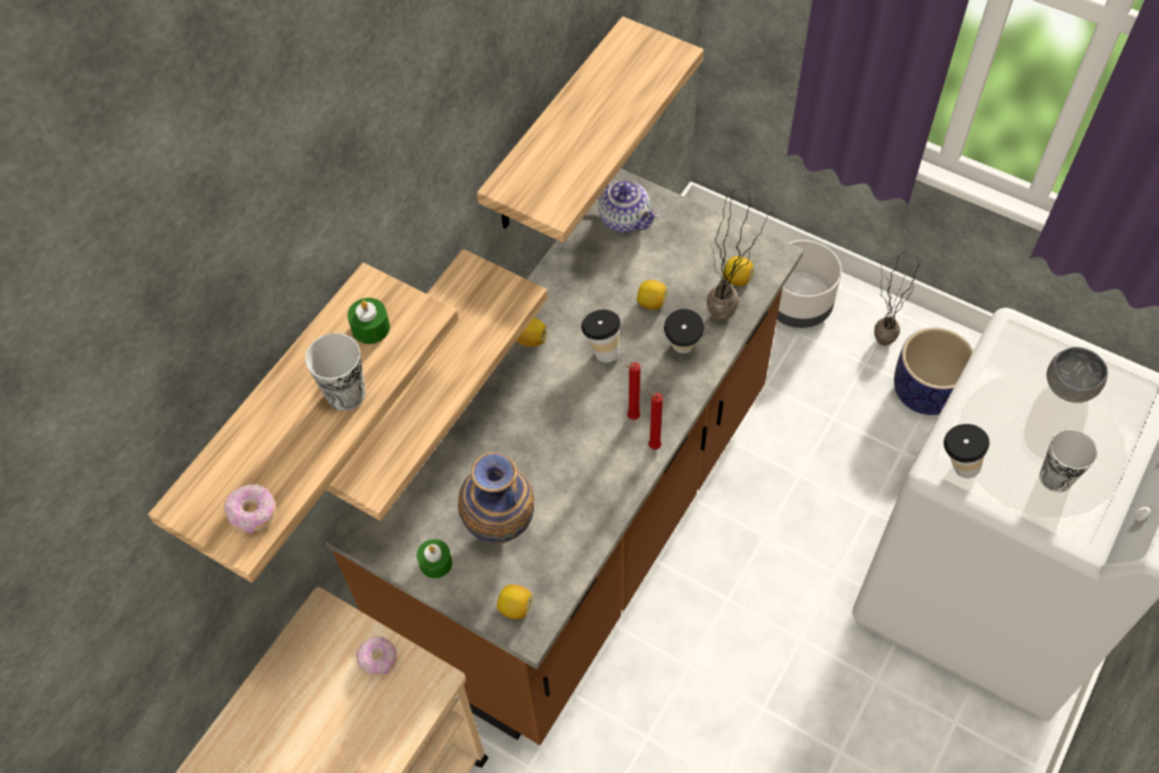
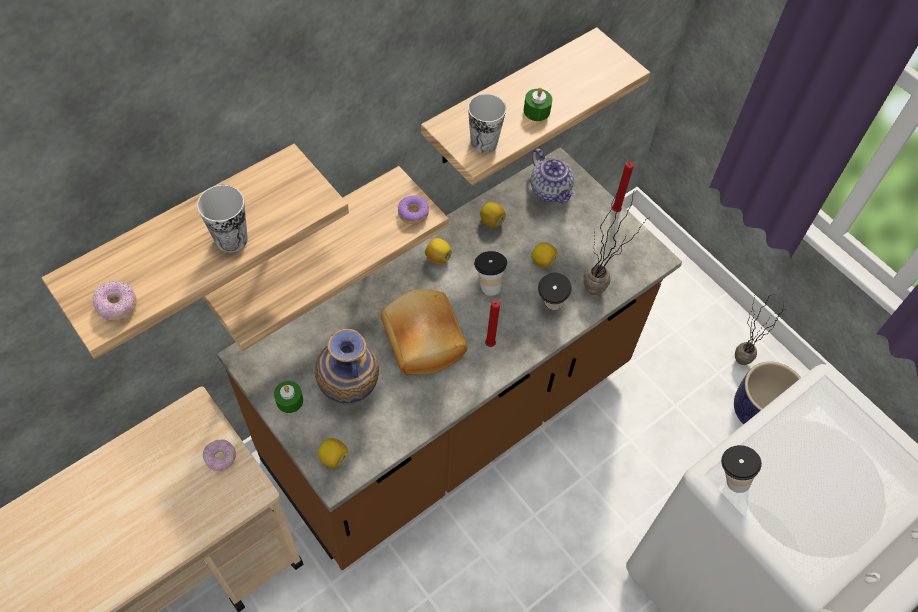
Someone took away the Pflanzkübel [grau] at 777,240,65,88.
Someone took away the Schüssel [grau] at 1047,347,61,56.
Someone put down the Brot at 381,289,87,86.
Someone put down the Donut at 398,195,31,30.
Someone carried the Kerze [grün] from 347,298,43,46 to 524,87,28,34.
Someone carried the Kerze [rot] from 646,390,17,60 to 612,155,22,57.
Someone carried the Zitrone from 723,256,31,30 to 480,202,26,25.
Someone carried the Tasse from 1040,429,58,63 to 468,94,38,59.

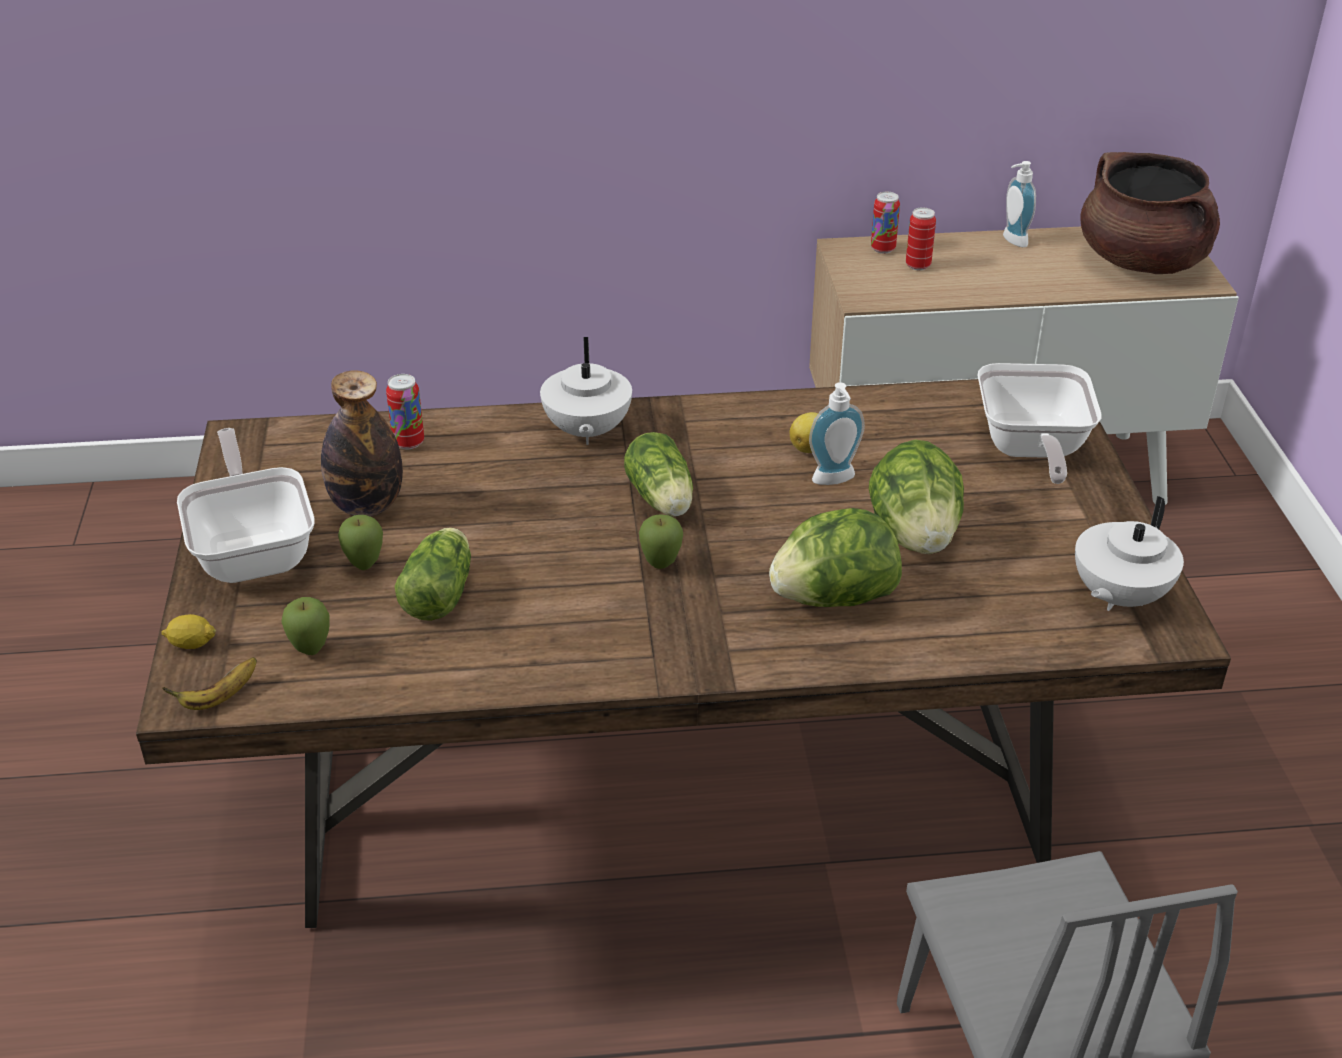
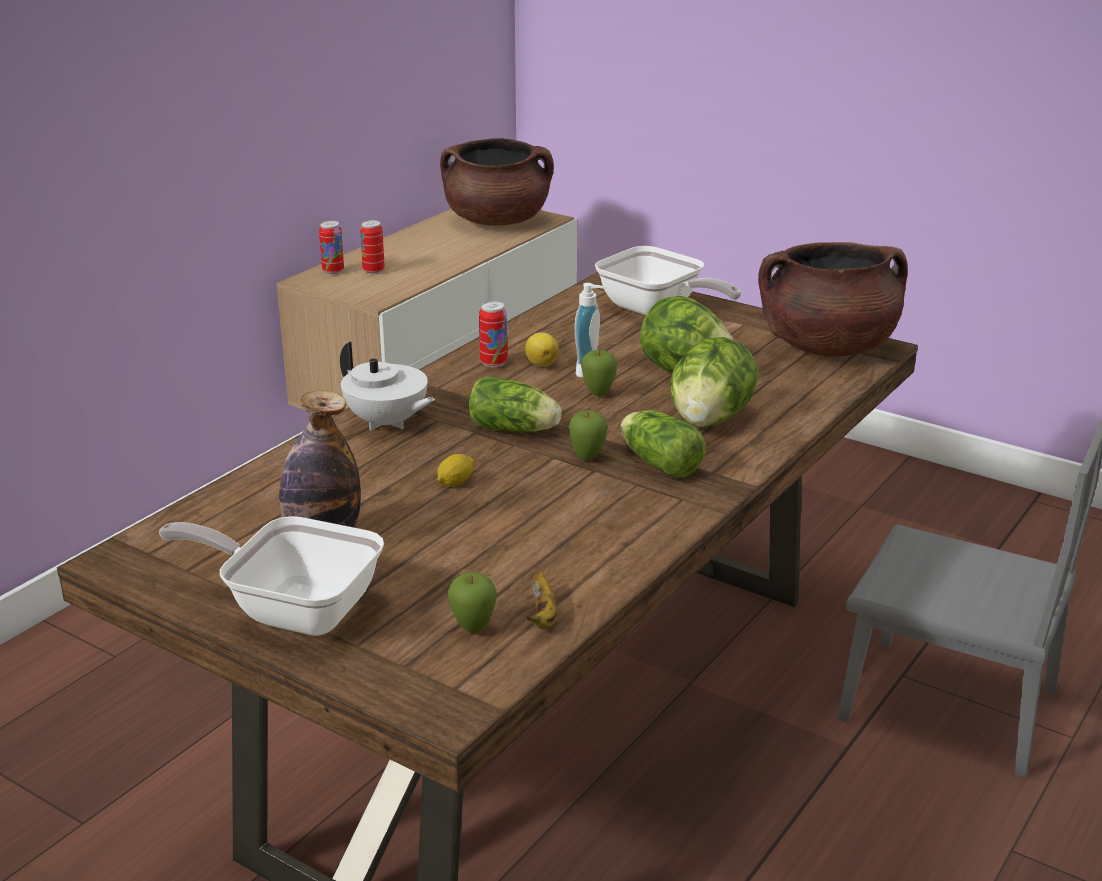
Someone took away the Seifenspender at 1003,161,33,86.
Someone carried the Zitrone from 161,614,55,35 to 437,454,37,33.
Someone carried the Banane from 162,657,95,53 to 527,572,30,57.
Someone carried the Apfel from 338,515,45,55 to 581,350,37,47.
Someone carried the Dose from 386,374,38,75 to 479,301,28,67.
Someone carried the Salatkopf from 394,528,77,93 to 620,410,86,68.
Someone swapped the Teekanne [weiß] at 1075,496,109,115 for the Kochtopf [braun] at 758,242,150,115.

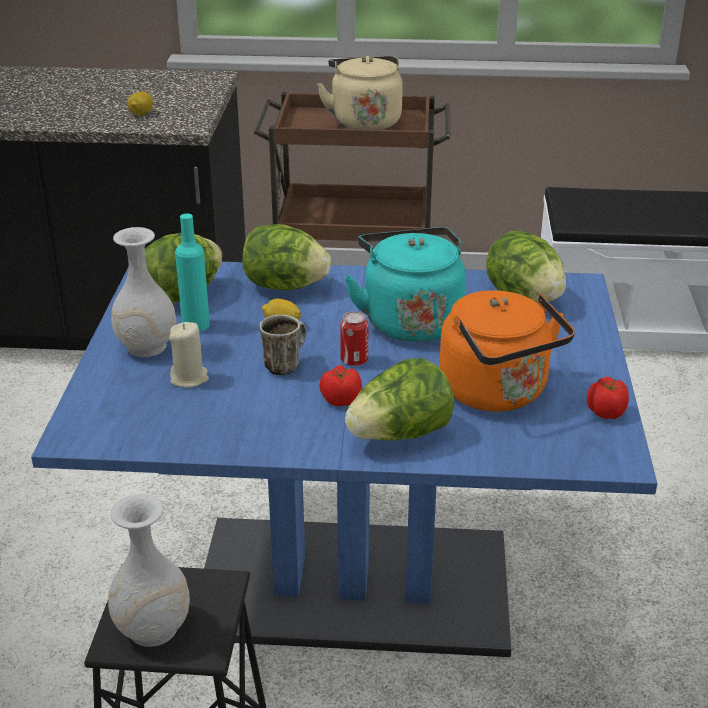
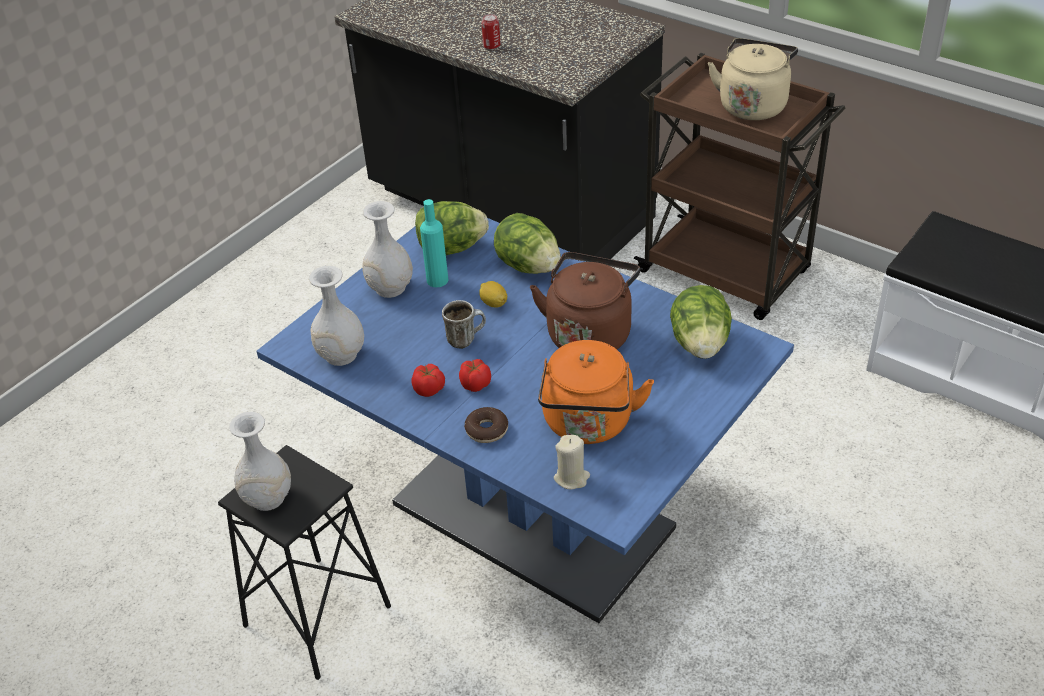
Someone took away the Zitrone at 127,92,26,23.
Someone put down the Vase [weiß] at 309,266,55,100.
Someone carried the Kerze [beige] from 169,322,40,66 to 554,435,36,55.
Someone carried the Dose from 340,312,28,54 to 482,14,18,36.
Someone carried the Tomate from 587,377,42,42 to 411,364,34,33.
Someone swapped the Salatkopf at 345,358,109,82 for the Donut at 464,407,44,36.
Someone repainted the Wasserkessel [türkis] at 345,227,121,115, which became the Wasserkessel [braun] at 530,252,110,97.

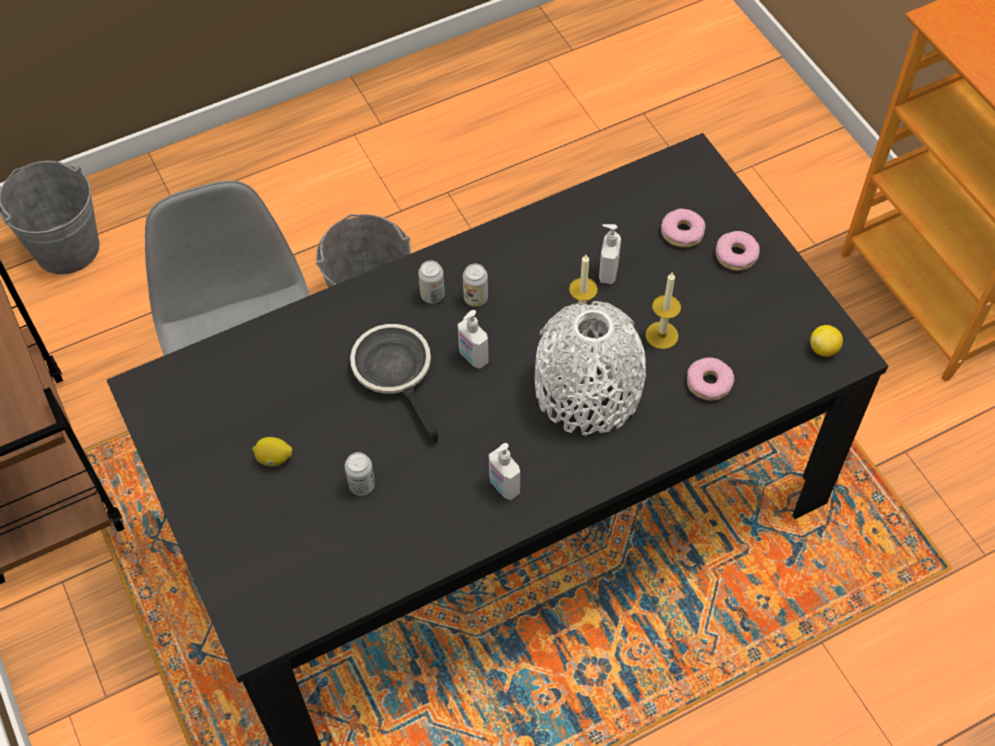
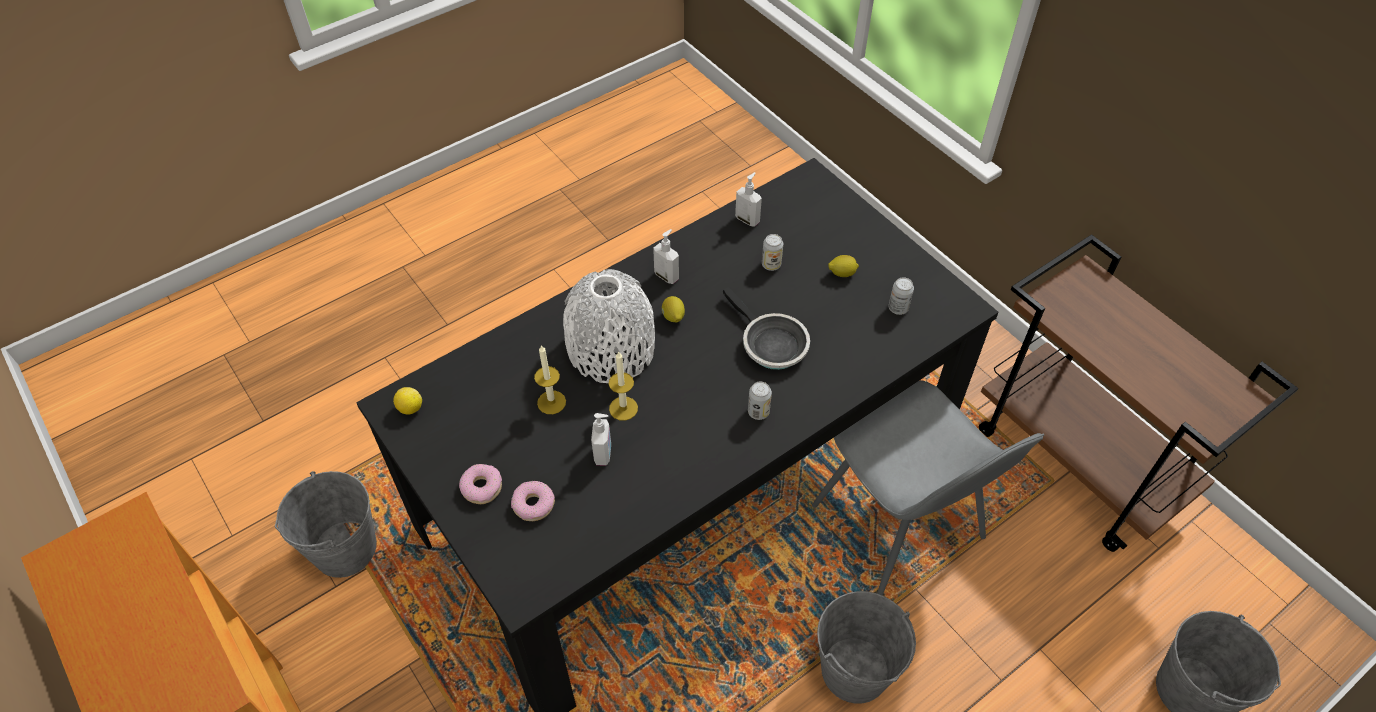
Someone took away the Donut at 687,358,48,43.
Someone put down the Eimer [grau] at 275,471,102,107.
Someone put down the Zitrone at 662,296,23,27.
Someone carried the Seifenspender from 458,310,31,59 to 735,172,27,55.
Someone carried the Dose from 463,264,25,43 to 889,277,25,38.

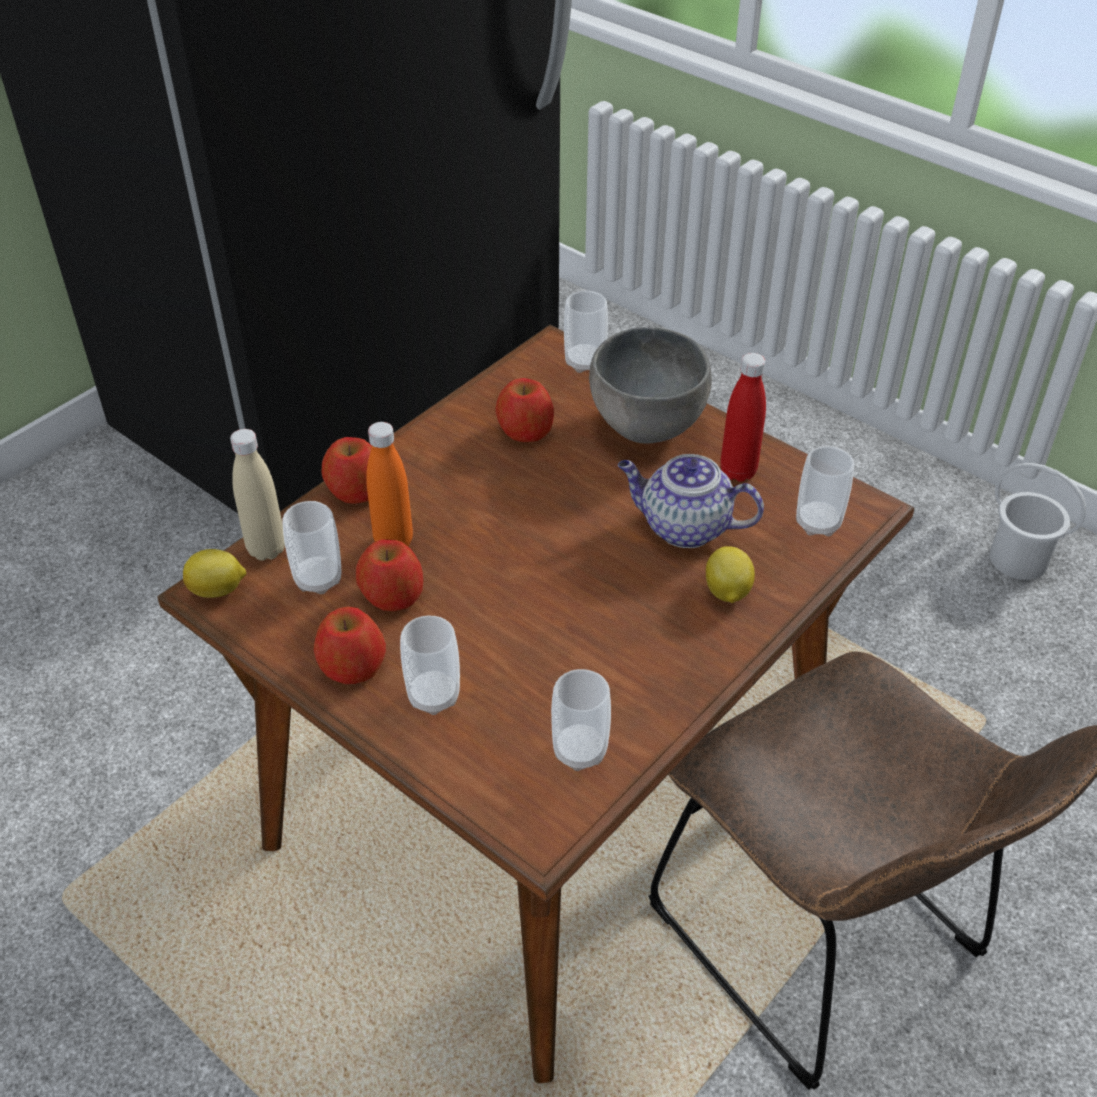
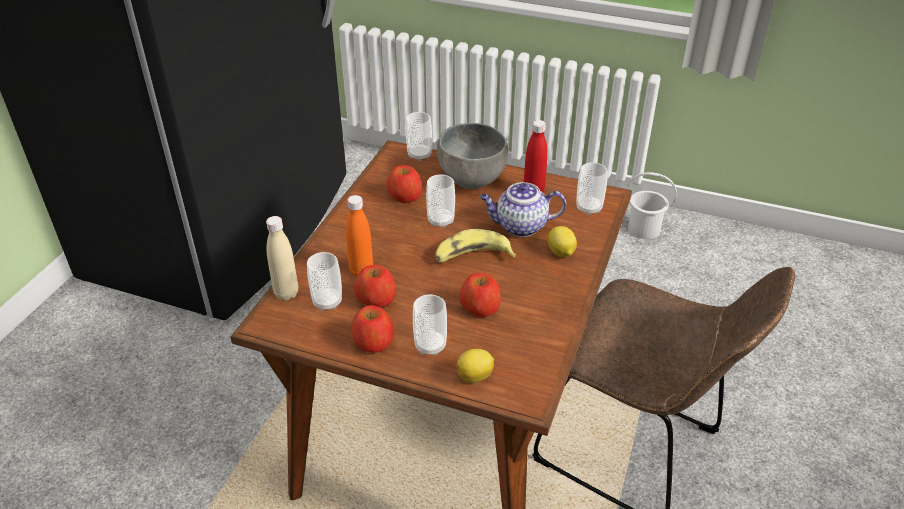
Someone put down the Banane at 435,229,81,34.
Someone carried the Zitrone from 183,549,64,49 to 456,349,38,34.
Someone carried the Apfel from 321,437,51,67 to 459,273,42,44.
Someone carried the Tasse from 551,669,60,102 to 426,174,29,54.

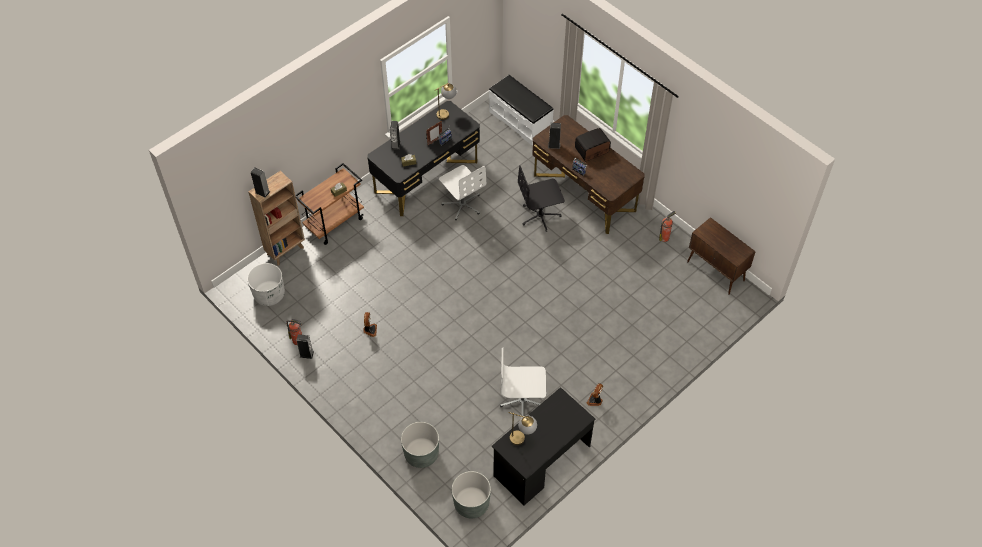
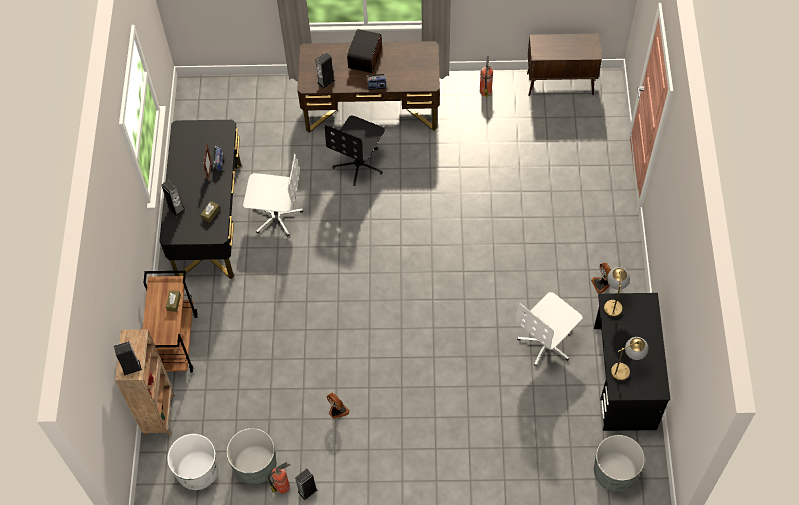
Someone took away the Bank [weiß] at 489,75,65,71.
Someone carried the Pflanzkübel [grau] from 401,422,38,46 to 227,428,49,57.
Someone carried the Tischlampe from 436,83,21,37 to 604,267,26,50.

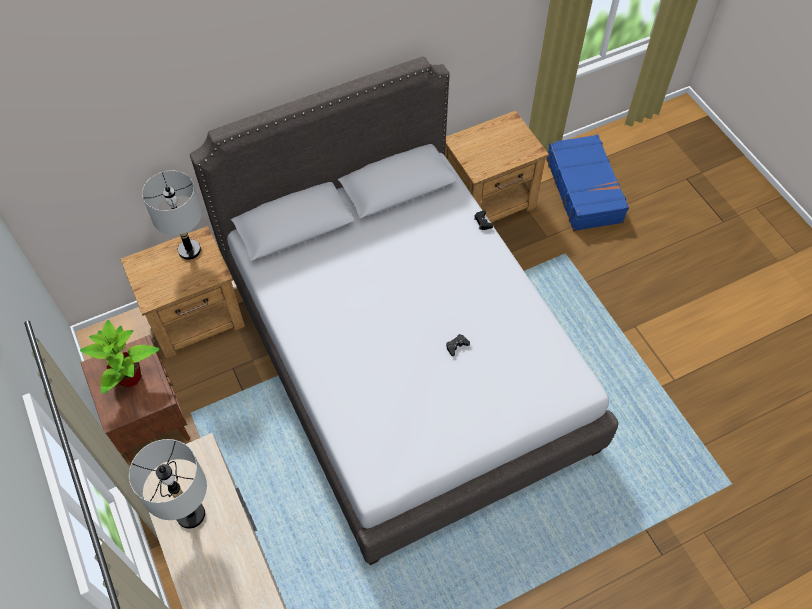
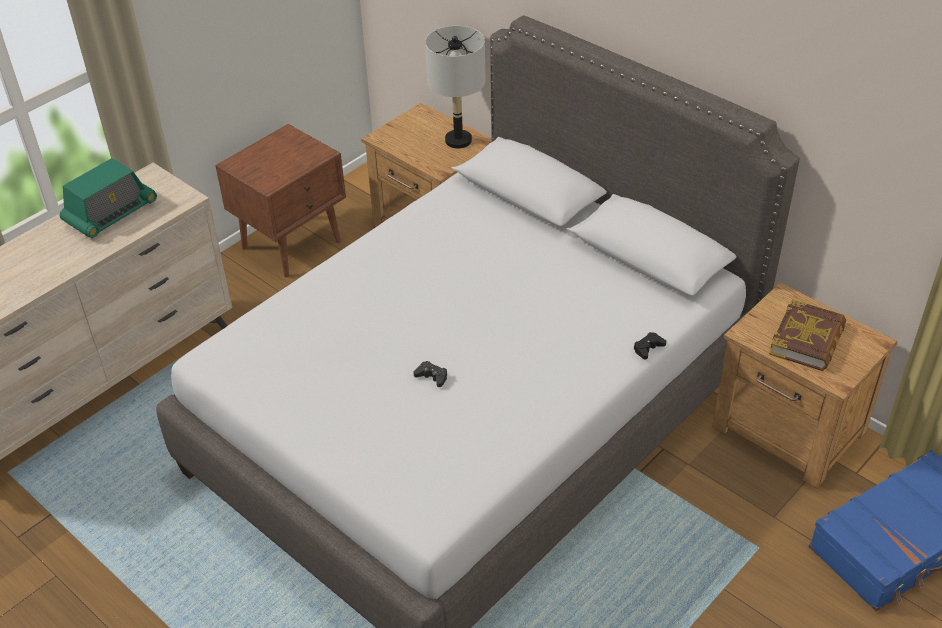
Someone took away the Topfpflanze at 80,320,80,74.
Someone put down the Buch at 769,299,77,72.
Someone swapped the Tischlampe [grau] at 129,439,78,90 for the Radio at 60,158,97,80.

